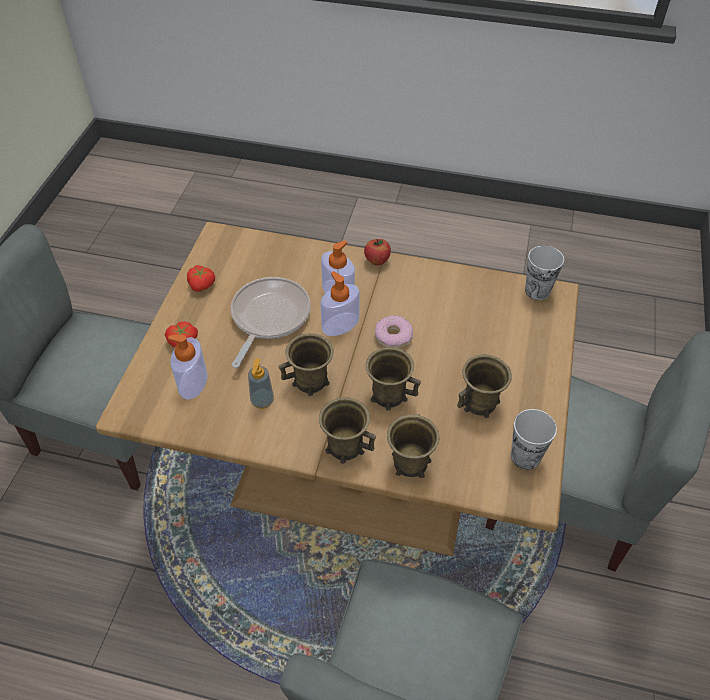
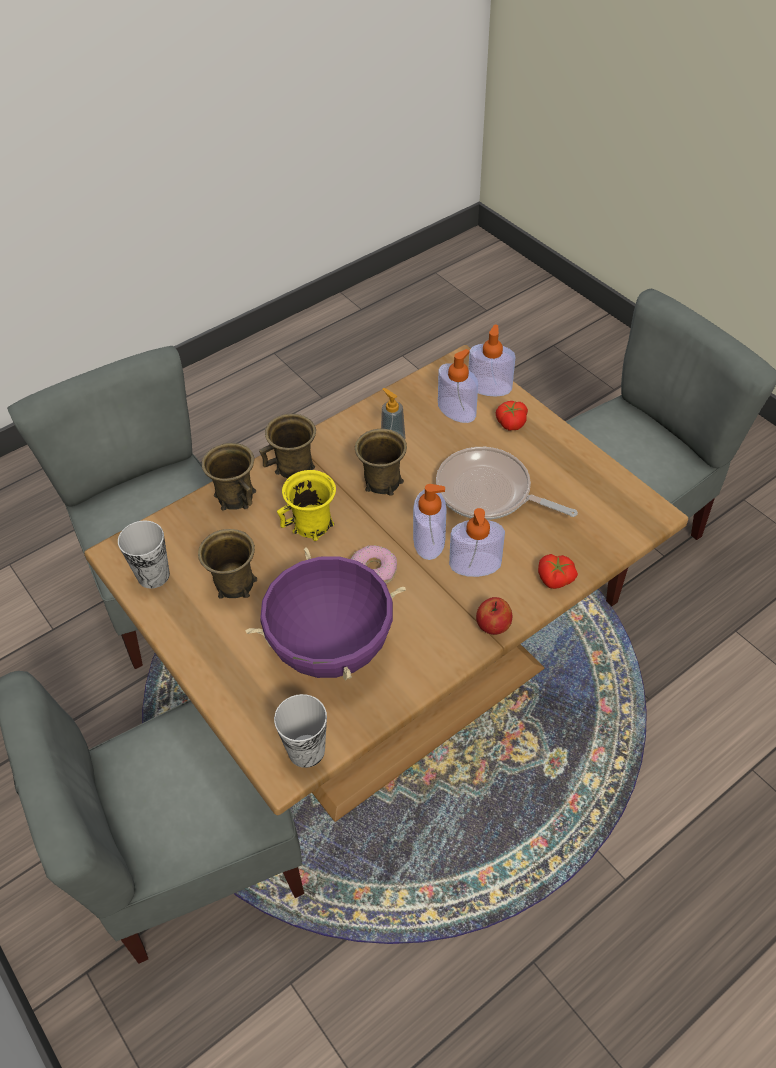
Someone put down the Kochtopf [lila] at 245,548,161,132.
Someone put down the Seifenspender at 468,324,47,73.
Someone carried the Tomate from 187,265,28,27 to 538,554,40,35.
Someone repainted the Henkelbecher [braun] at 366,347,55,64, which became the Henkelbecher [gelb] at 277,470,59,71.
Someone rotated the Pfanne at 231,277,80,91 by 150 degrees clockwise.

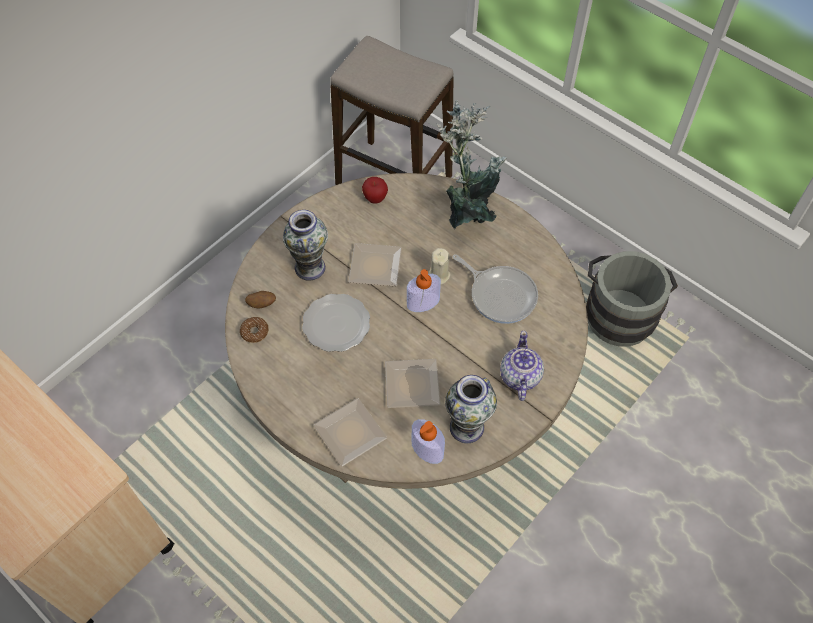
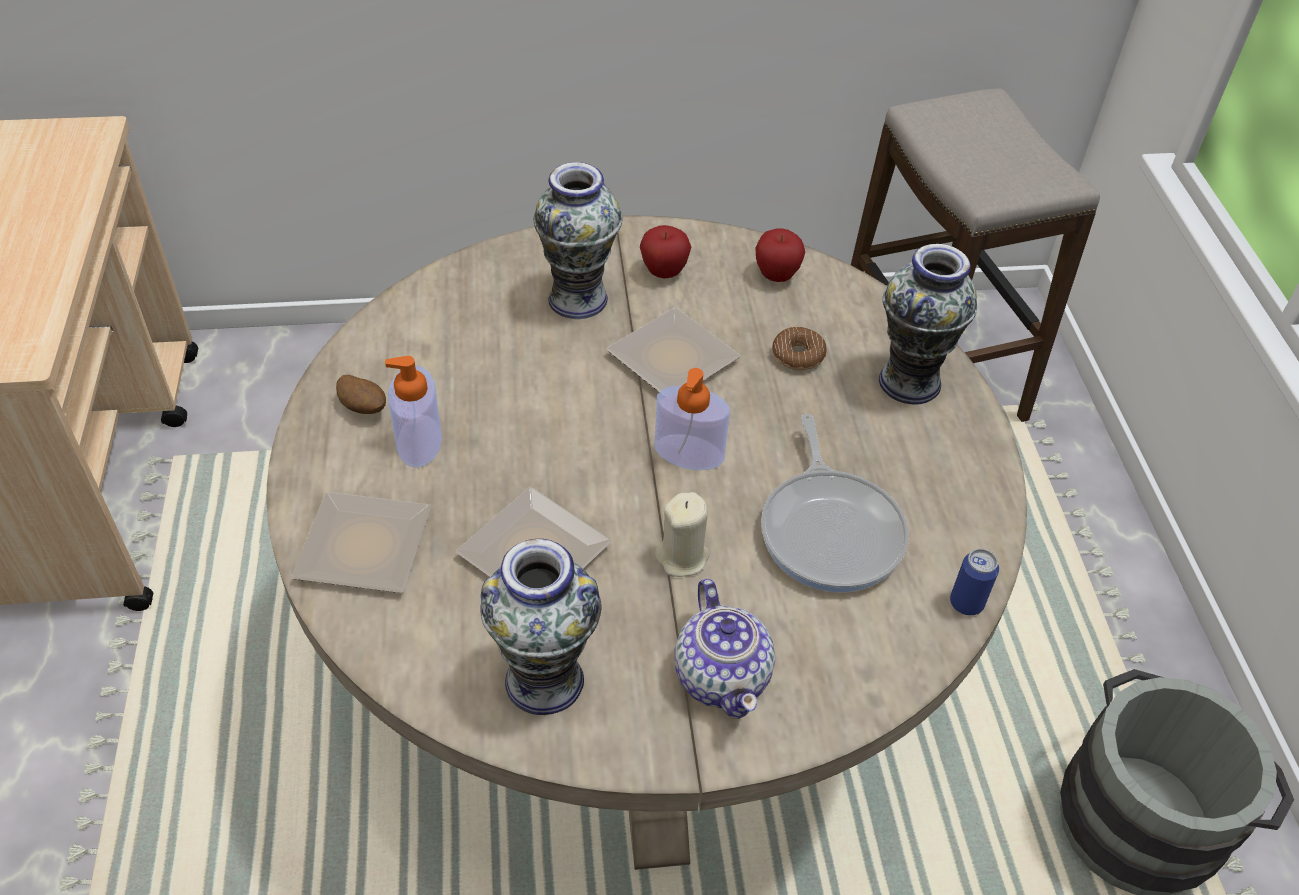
Someone took away the Teller at 302,294,68,58.
Someone put down the Apfel at 640,225,51,54.
Someone put down the Dose at 950,548,49,67.
Someone carried the Donut from 240,317,29,26 to 772,327,55,43.
Someone carried the Kartoffel from 245,291,31,17 to 336,375,50,39.
Someone carried the Seifenspender from 412,419,33,45 to 385,356,57,112.
Someone carried the Kerze [beige] from 428,248,22,37 to 655,492,55,85.
Someone swapped the Topfpflanze at 436,100,71,130 for the Vase at 879,244,98,161.
Someone rotated the Teekanne at 500,331,44,70 by 120 degrees clockwise.

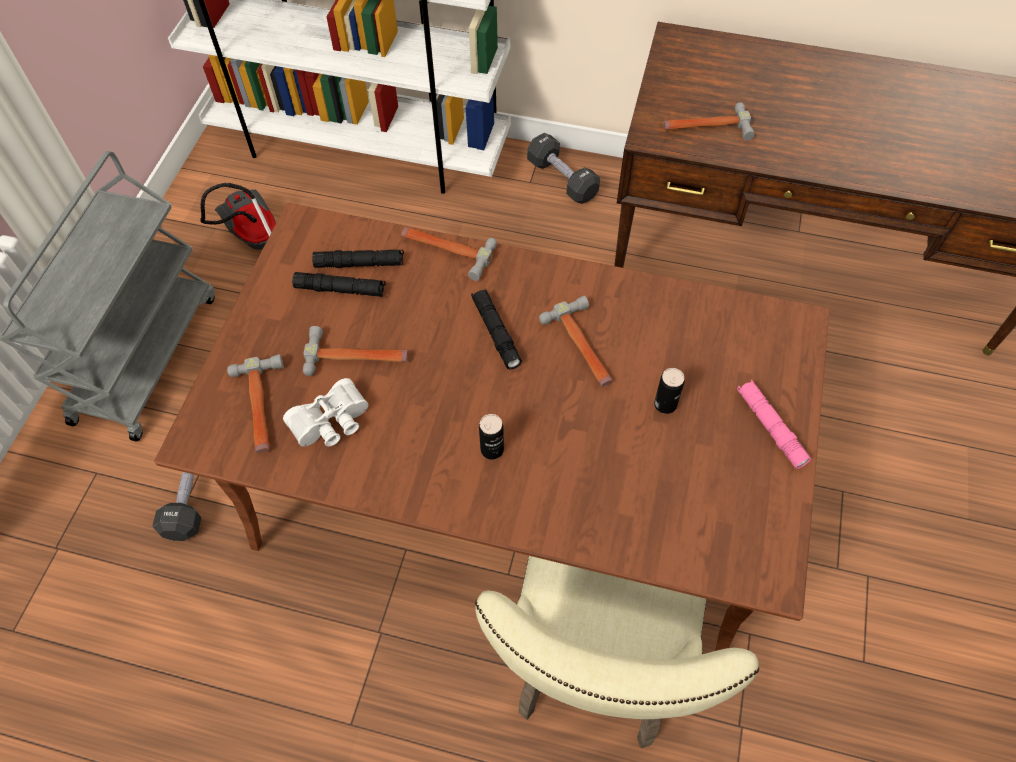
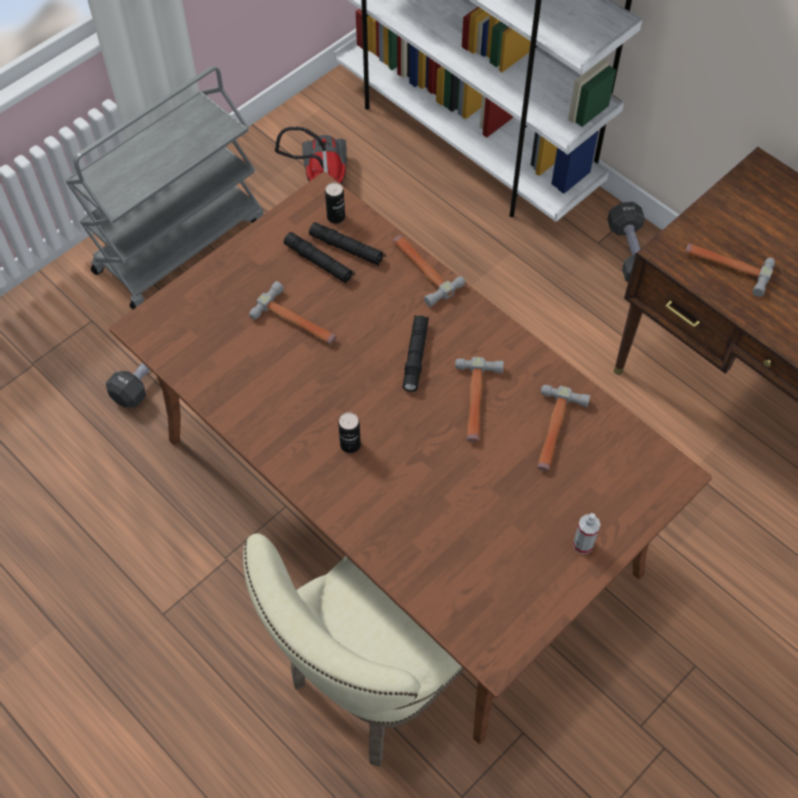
Someone took away the Fernglas [weiß] at 283,378,85,69.
Someone carried the Hammer from 227,354,57,99 to 537,385,53,86.
Someone carried the Dose from 654,368,31,46 to 325,183,20,41.
Someone swapped the Taschenlampe [rosa] at 737,380,74,89 for the Sprühflasche at 573,513,28,41.

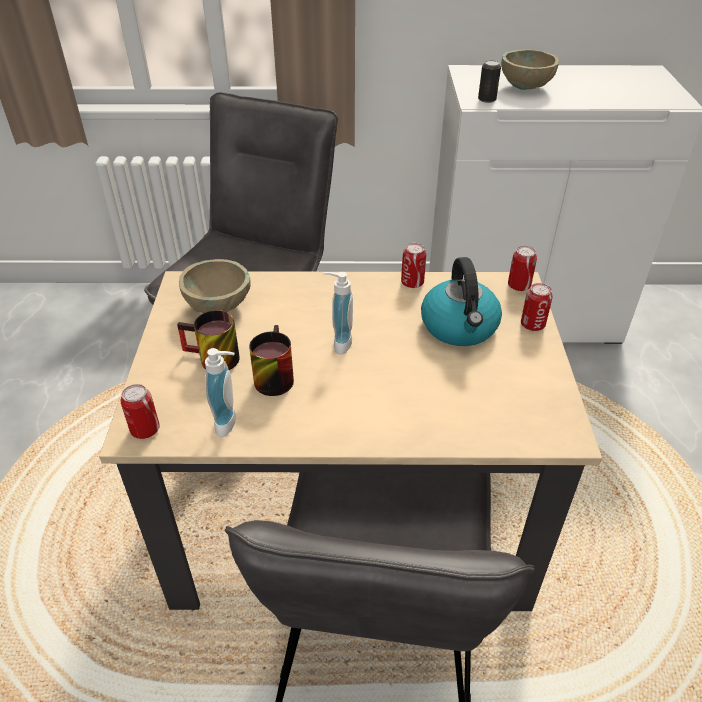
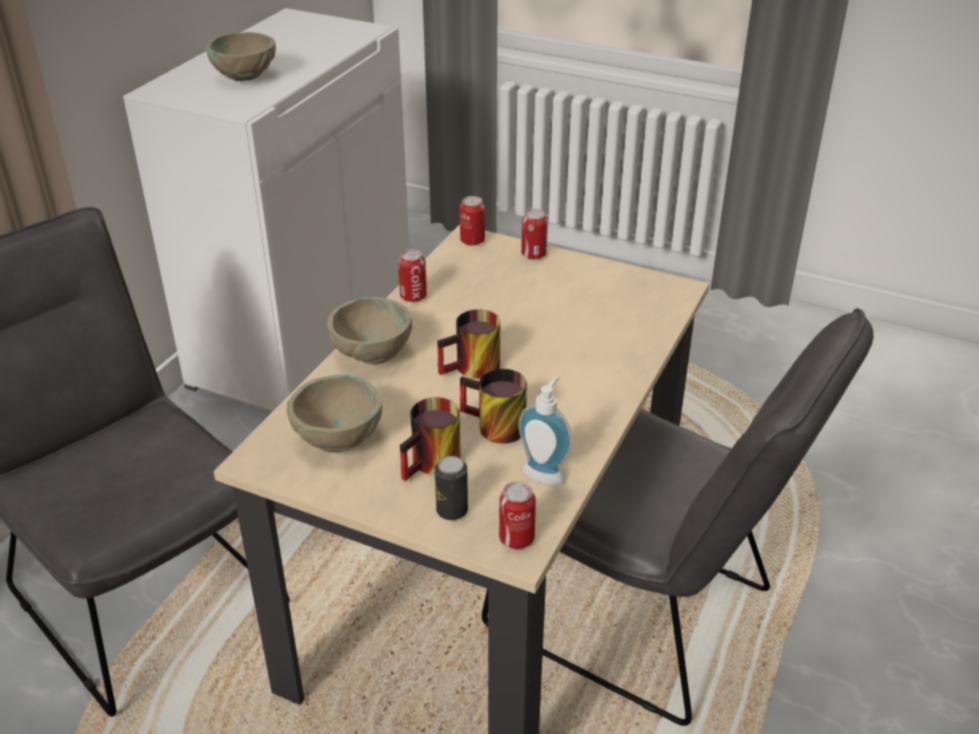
Someone took away the Wasserkessel at 421,257,81,89.
Someone put down the Schüssel [beige] at 327,297,85,67.
Someone carried the Dose from 478,60,23,43 to 435,456,33,64.
Someone swapped the Seifenspender at 323,272,30,83 for the Henkelbecher at 437,309,63,70.

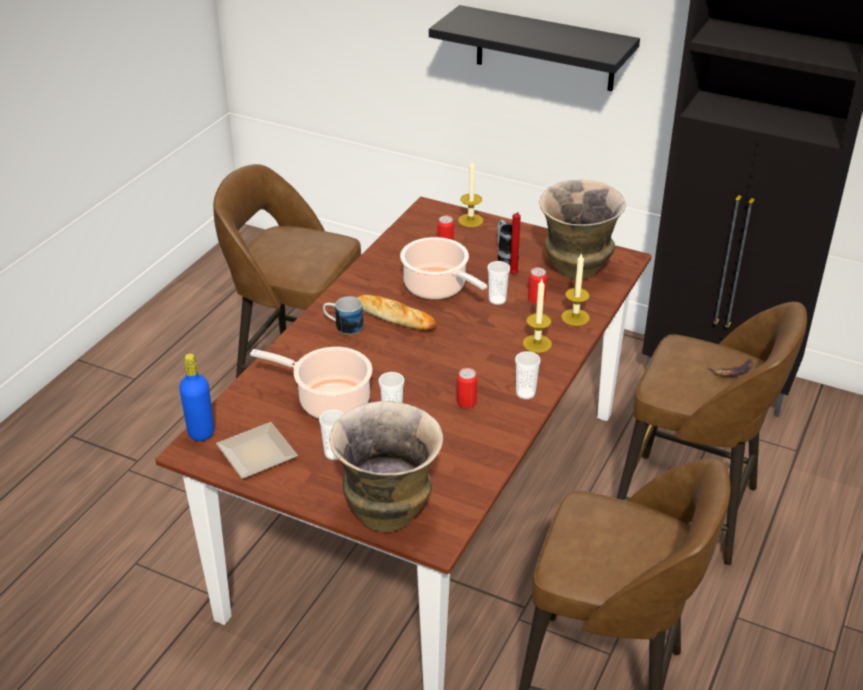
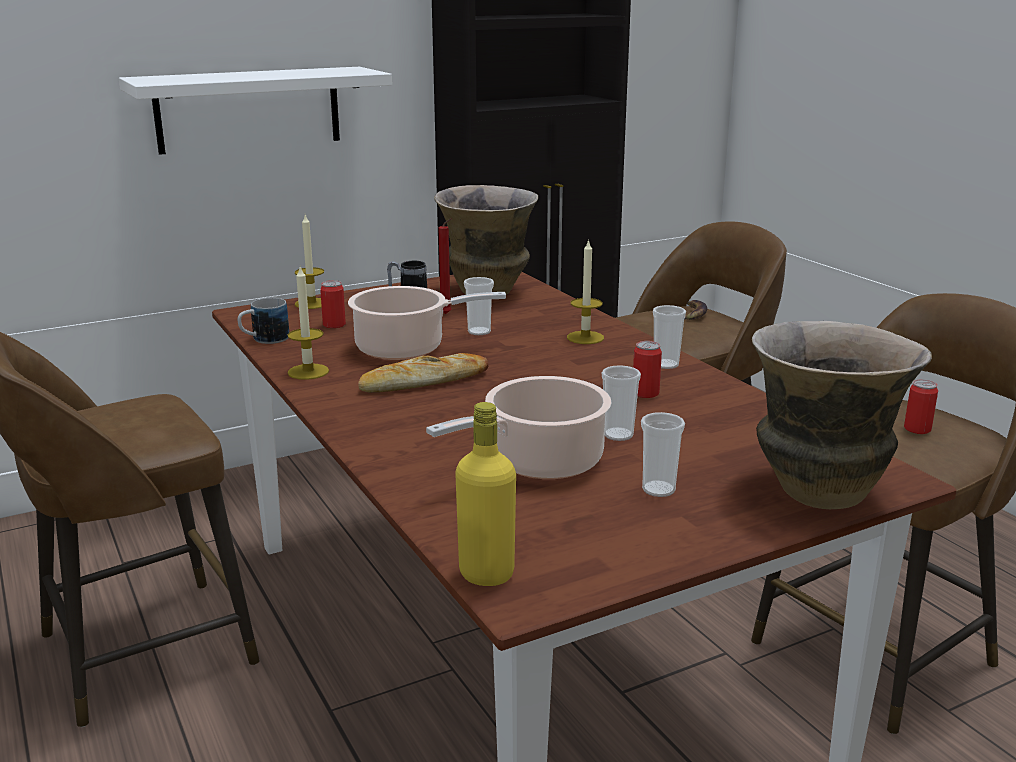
Someone took away the Teller at 216,422,82,57.
Someone carried the Henkelbecher from 323,296,40,39 to 238,298,51,46.
Someone carried the Dose from 528,267,19,37 to 904,379,34,55.
Someone carried the Kerze from 561,253,29,73 to 288,267,41,113.
Someone repainted the Flasche [blau] at 179,353,35,88, which became the Flasche [gelb] at 455,402,61,184.
Someone repainted the Wandregal [schwarz] at 429,5,211,86, which became the Wandregal [weiß] at 119,67,273,88.

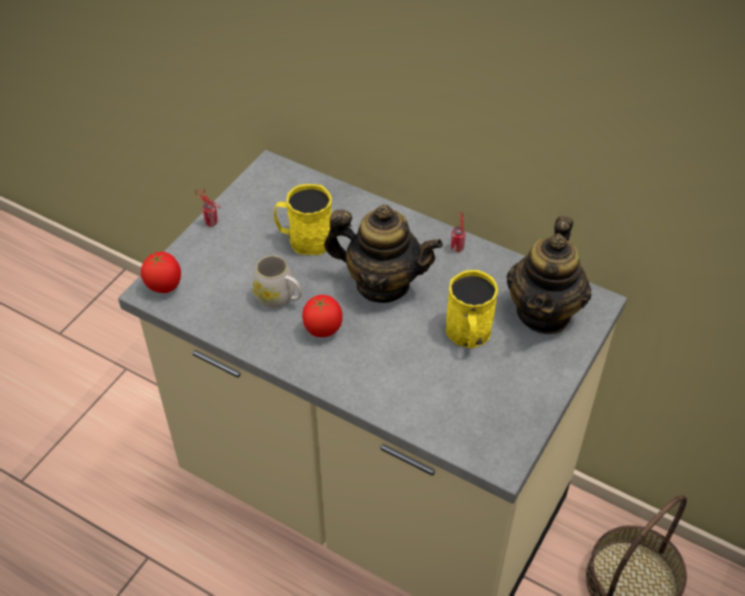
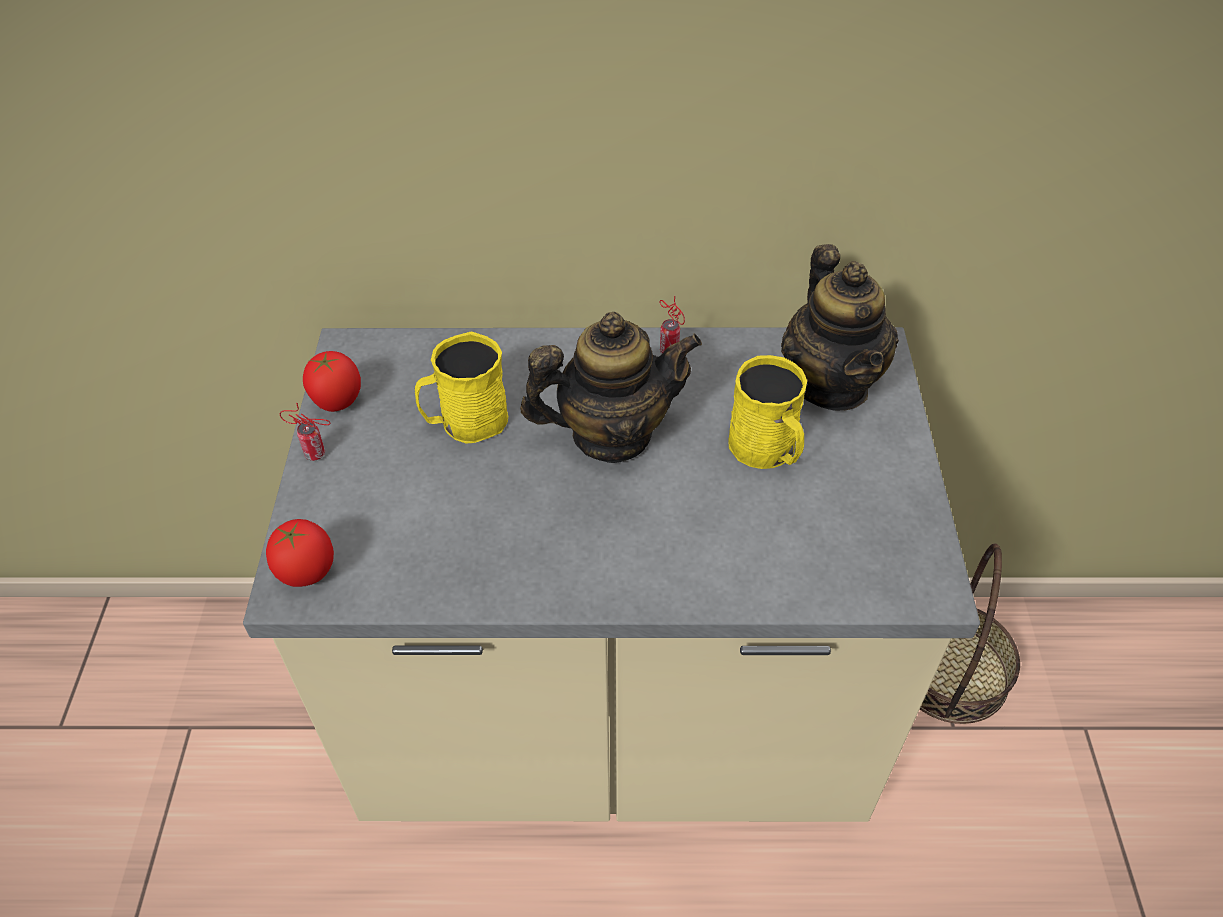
Someone took away the Henkelbecher [weiß] at 252,256,50,52.
Someone carried the Tomate from 302,295,41,42 to 303,351,58,61.

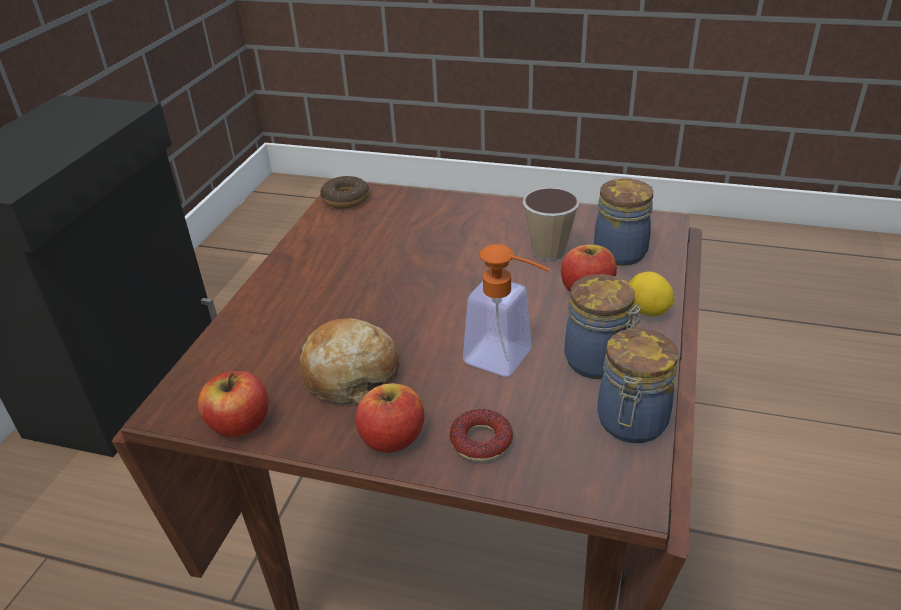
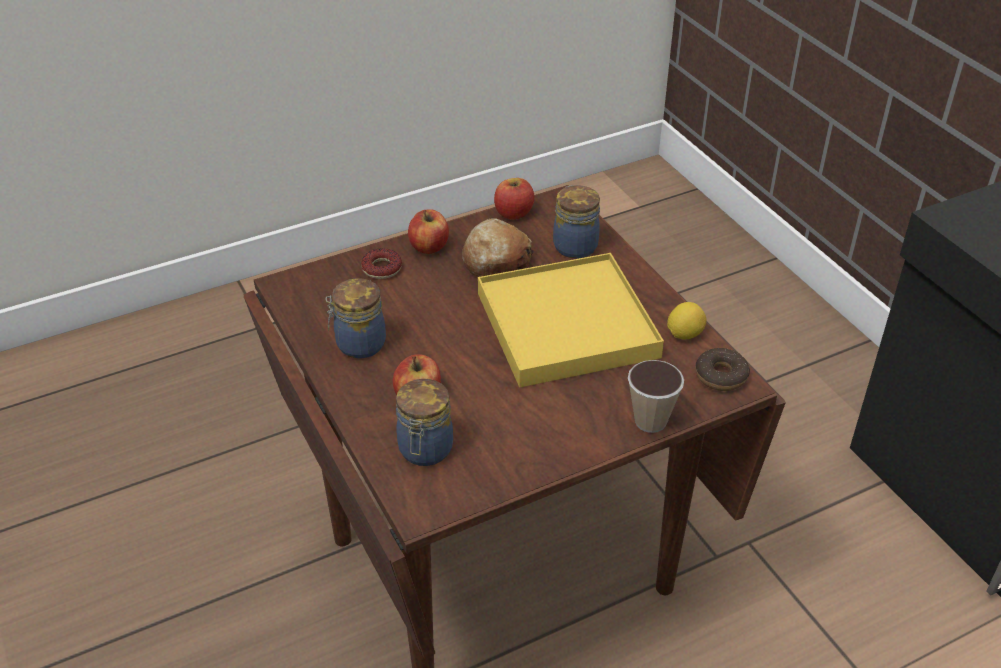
Someone took away the Seifenspender at 463,244,87,133.
Someone put down the Tablett [gelb] at 478,253,186,135.
Someone carried the Tasse from 523,188,56,73 to 628,360,56,73.
Someone carried the Vorratsglas from 597,328,81,115 to 553,185,47,74.
Someone carried the Zitrone from 629,272,45,44 to 667,302,39,37.

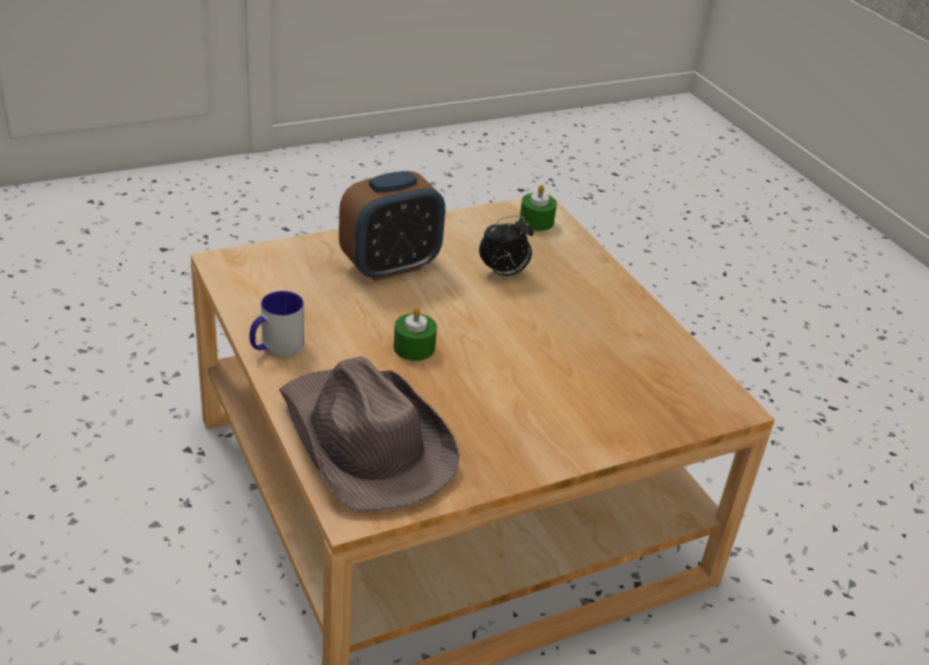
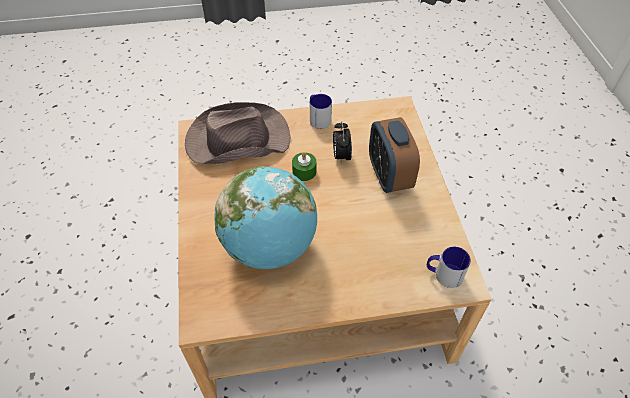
Someone put down the Globus at 215,166,102,103.
Someone carried the Wecker from 479,215,55,63 to 333,121,19,44.
Someone swapped the Kerze [grün] at 519,185,38,46 for the Henkelbecher at 427,247,44,41.

